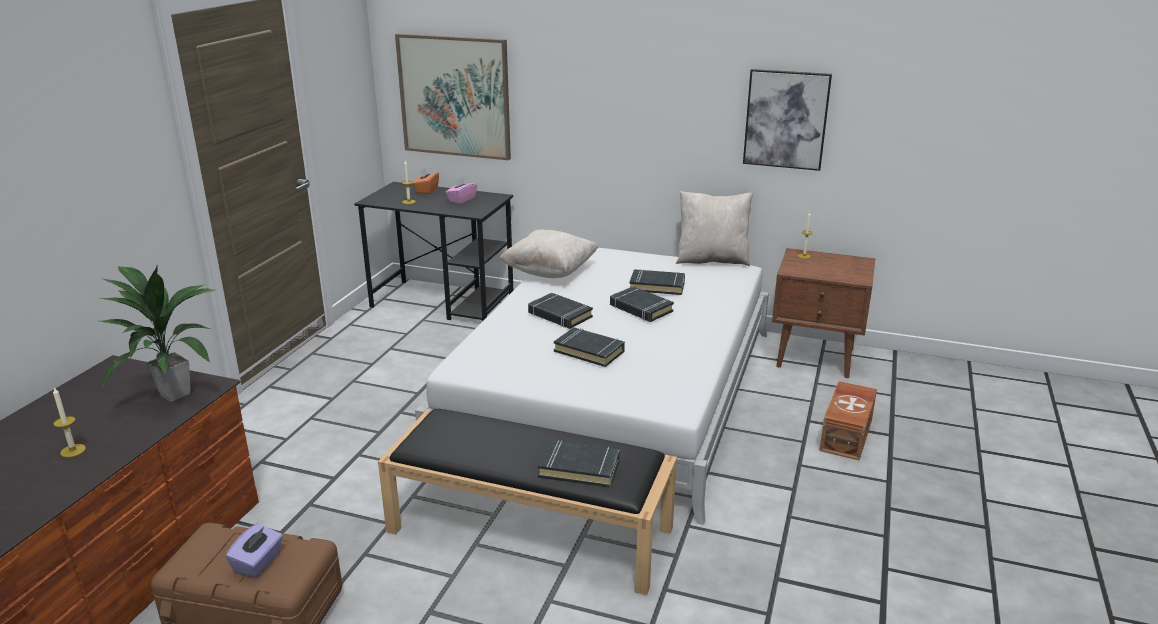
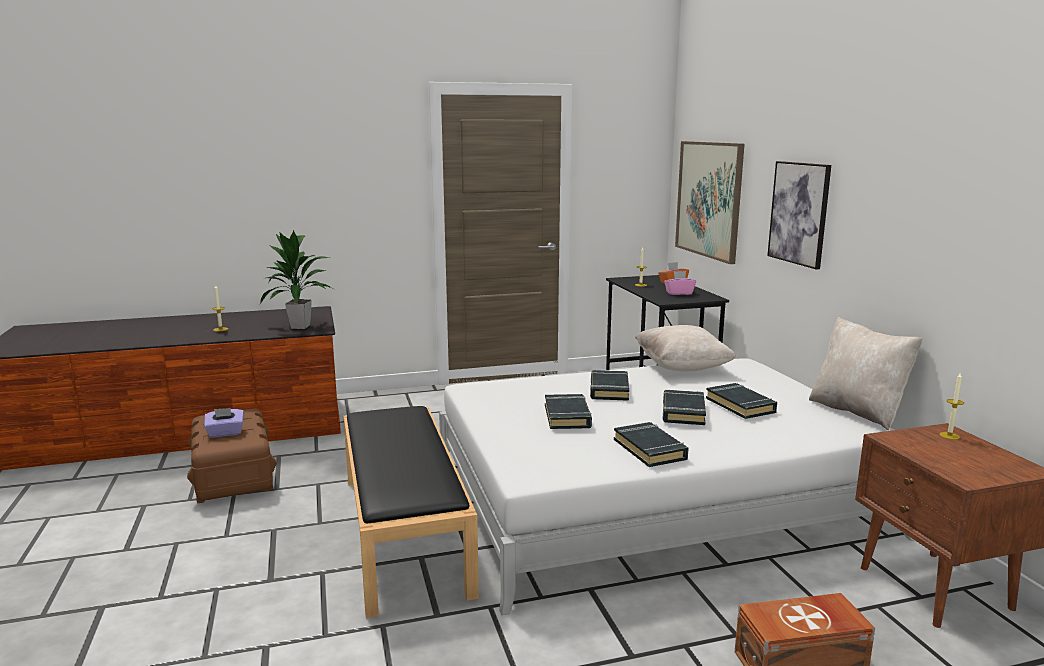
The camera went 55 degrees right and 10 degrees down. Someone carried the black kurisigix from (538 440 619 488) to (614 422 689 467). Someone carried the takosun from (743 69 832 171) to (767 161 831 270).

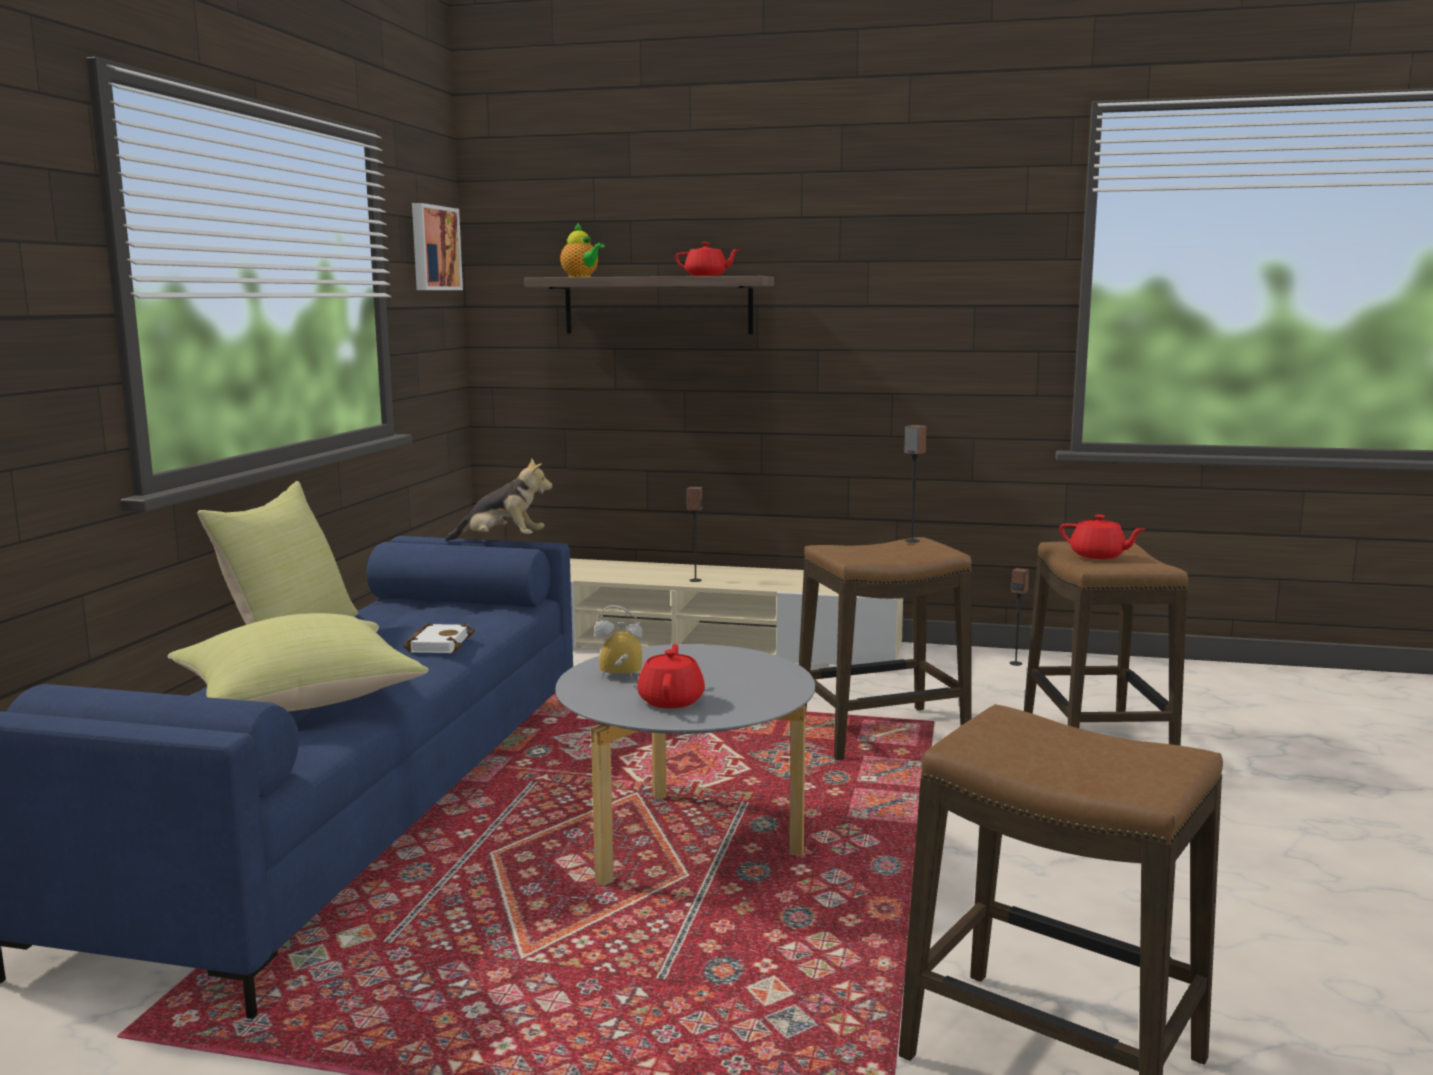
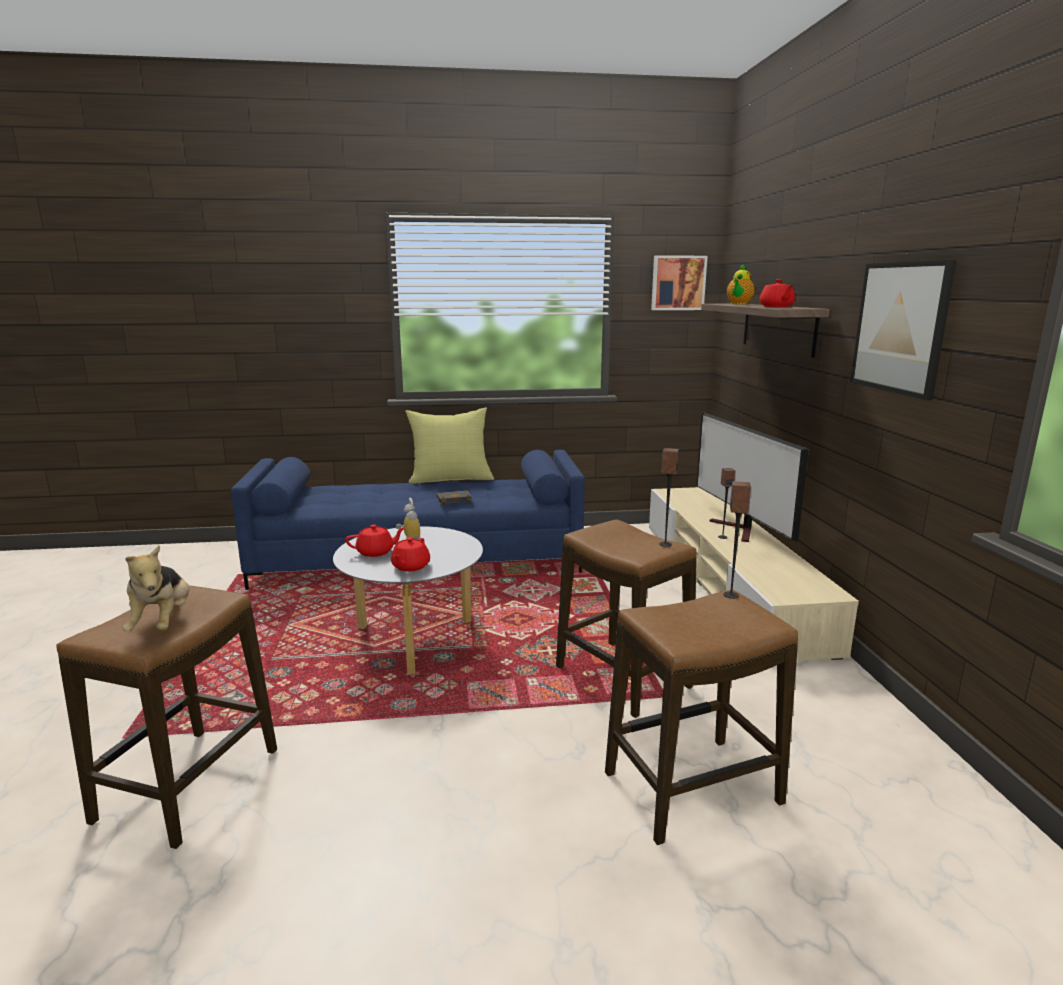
The camera went 70 degrees right and 5 degrees up. Someone took away the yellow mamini at (167 613 429 711). Someone repainted the white kurisigix at (403 623 475 653), which became the black kurisigix at (437 489 472 505). Someone carried the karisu from (445 458 553 541) to (123 545 190 631). Someone carried the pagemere from (1009 568 1029 666) to (723 481 751 599). Someone carried the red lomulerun from (1060 515 1145 559) to (391 537 430 571). Someone put down the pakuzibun at (696 413 809 542). Someone put up the takosun at (850 260 956 400).

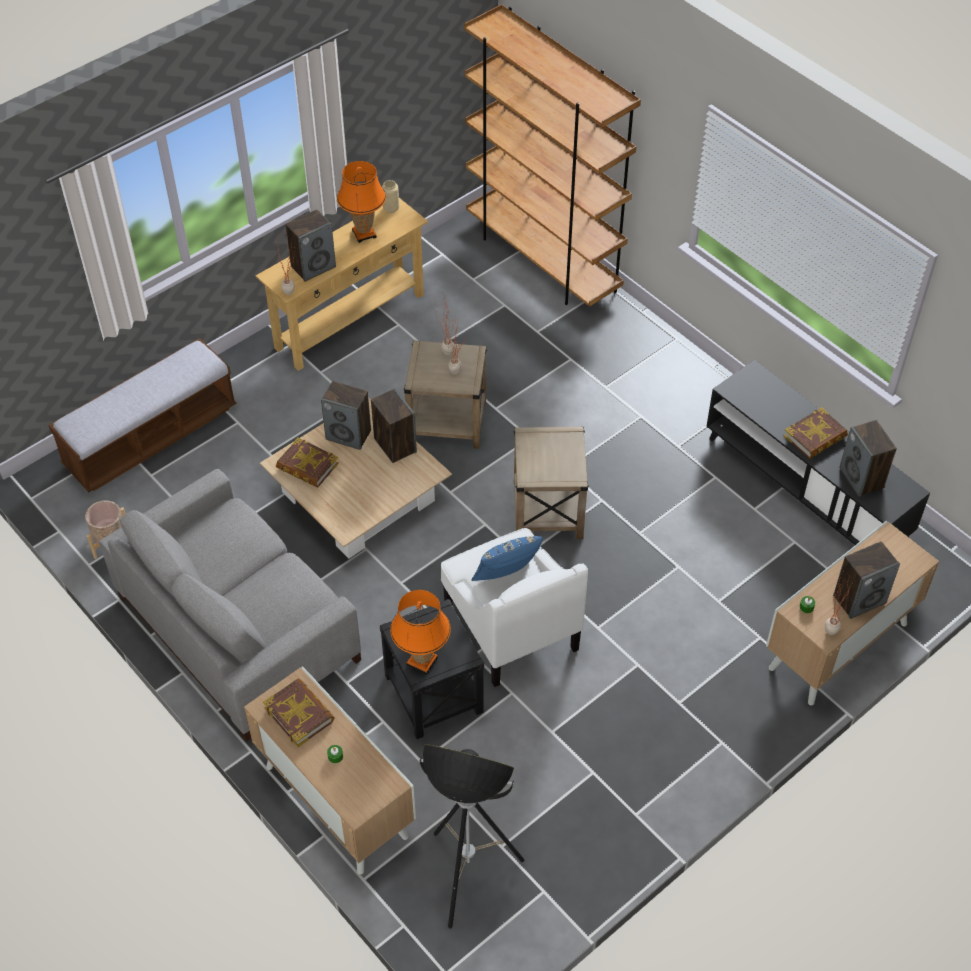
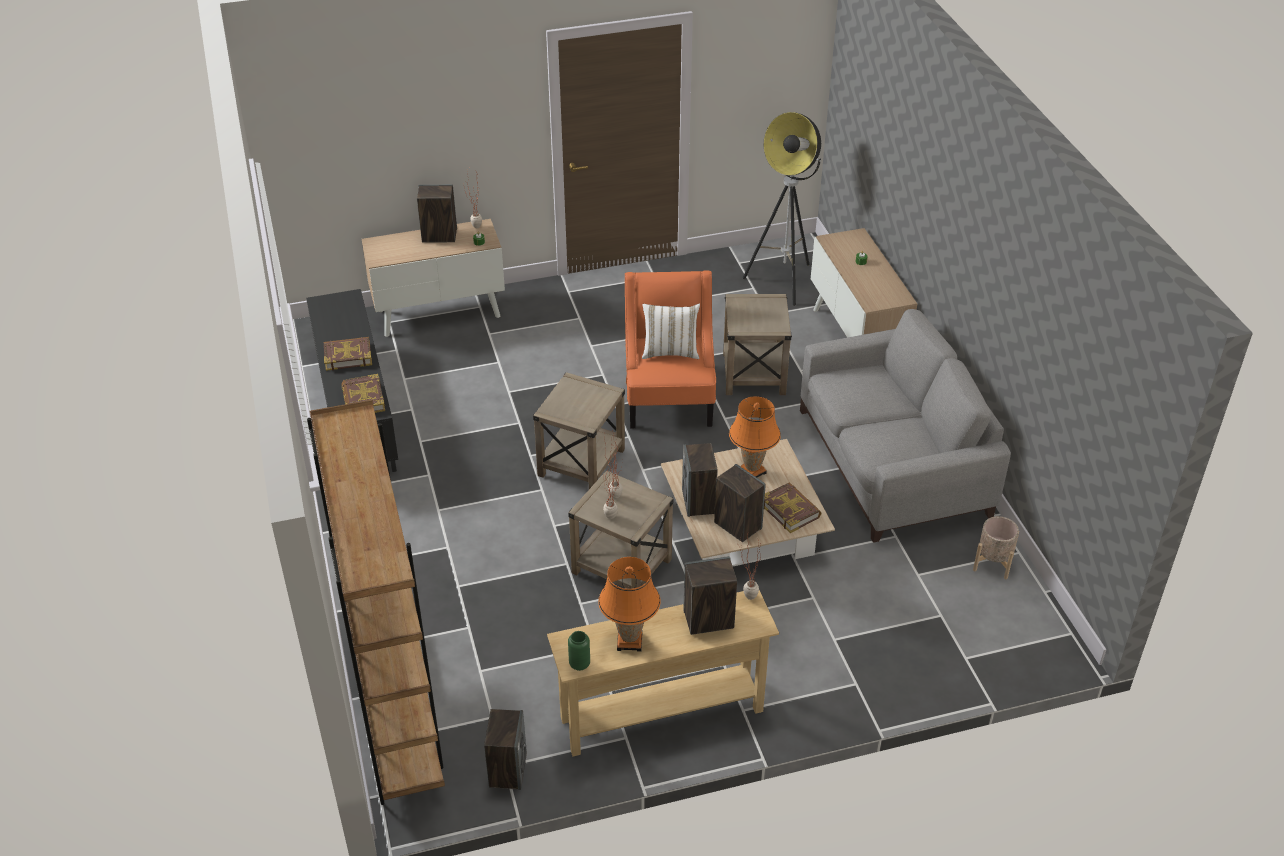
The camera went 155 degrees left and 10 degrees down. Someone took away the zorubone at (49 338 236 492). Someone carried the kurisigix from (263 679 334 747) to (341 374 385 413). Someone repainted the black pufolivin at (380 599 484 739), which became the beige pufolivin at (723 294 792 395). Someone repainted the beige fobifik at (382 180 399 213), which became the green fobifik at (568 631 590 671). Someone carried the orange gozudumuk from (390 590 451 675) to (729 396 781 477). Someone repainted the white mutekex at (441 528 588 687), which became the orange mutekex at (625 270 716 428). Someone repainted the blue mamini at (471 536 543 581), which became the white mamini at (642 304 700 359). Someone carried the pagemere from (839 420 897 497) to (484 709 527 790).

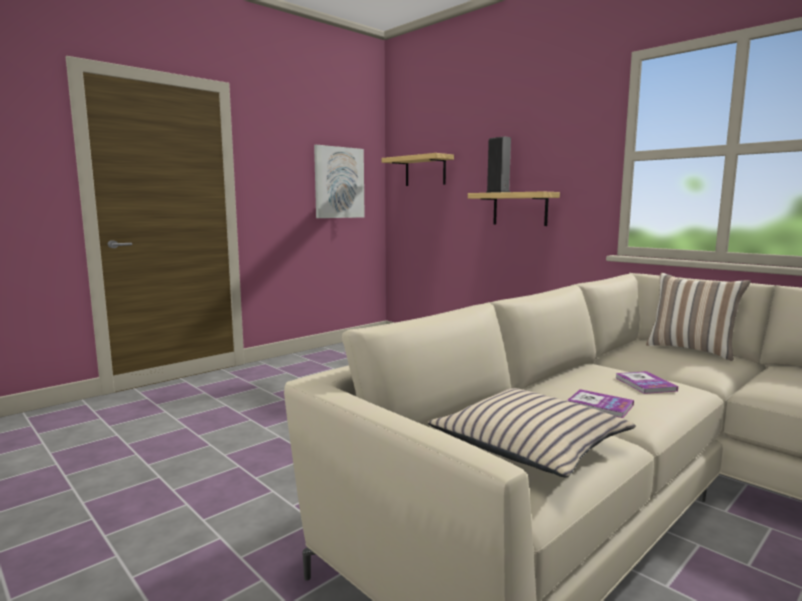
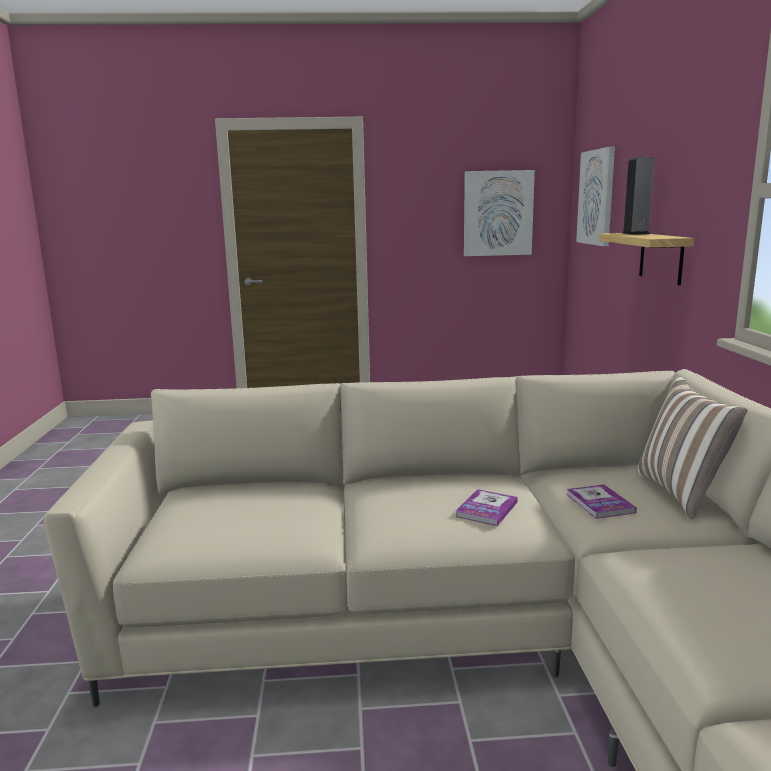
The camera went 40 degrees right and 5 degrees up. Someone swapped the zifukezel at (382 153 454 186) for the takosun at (576 147 615 246). Someone took away the beige mamini at (428 388 636 477). Someone carried the kurisigix from (567 389 634 418) to (567 484 637 519).

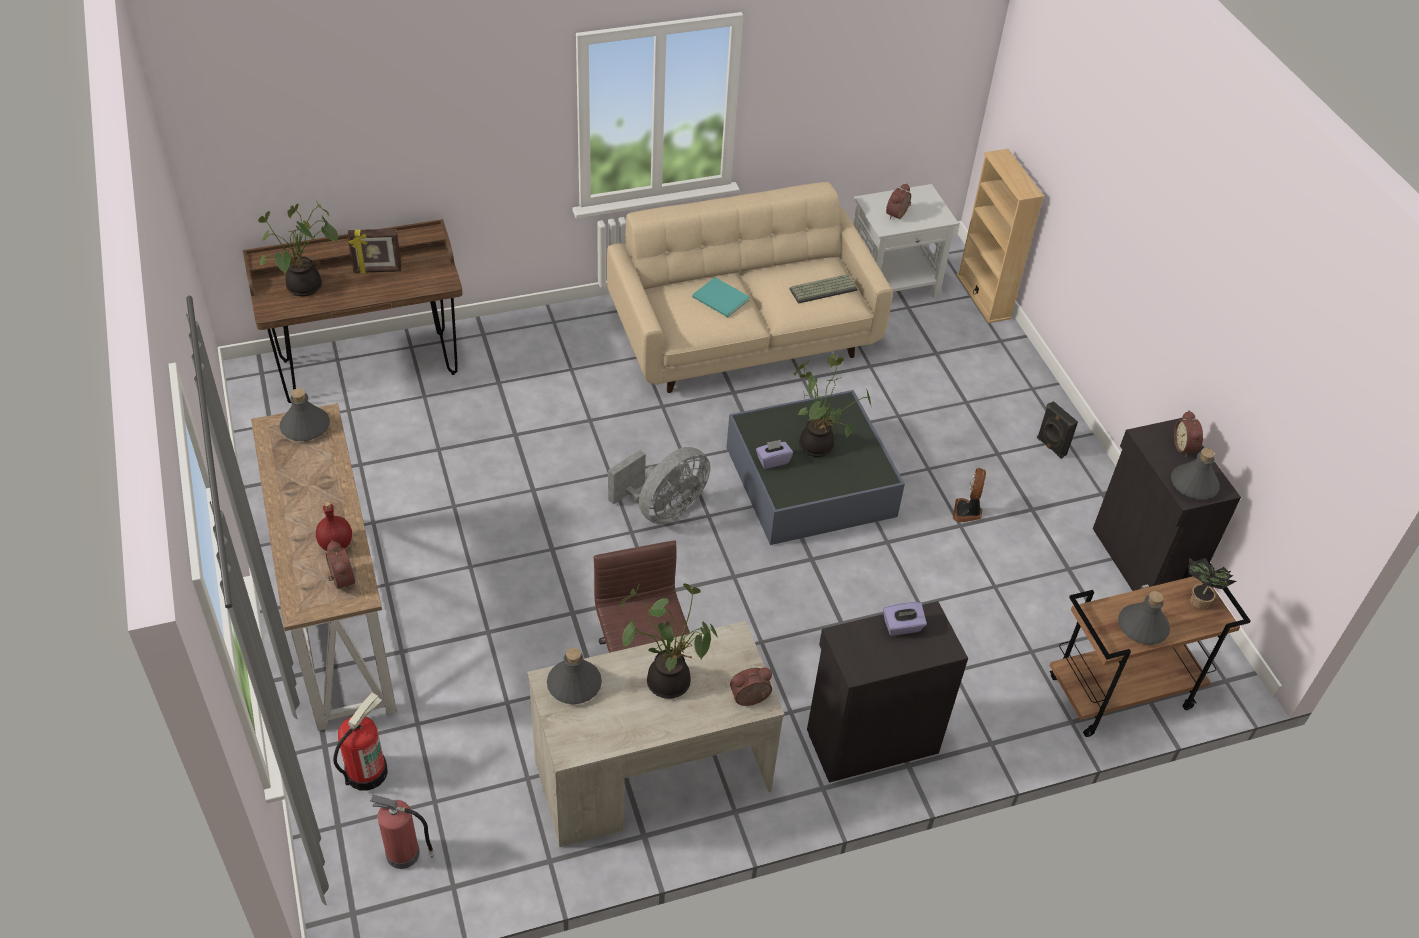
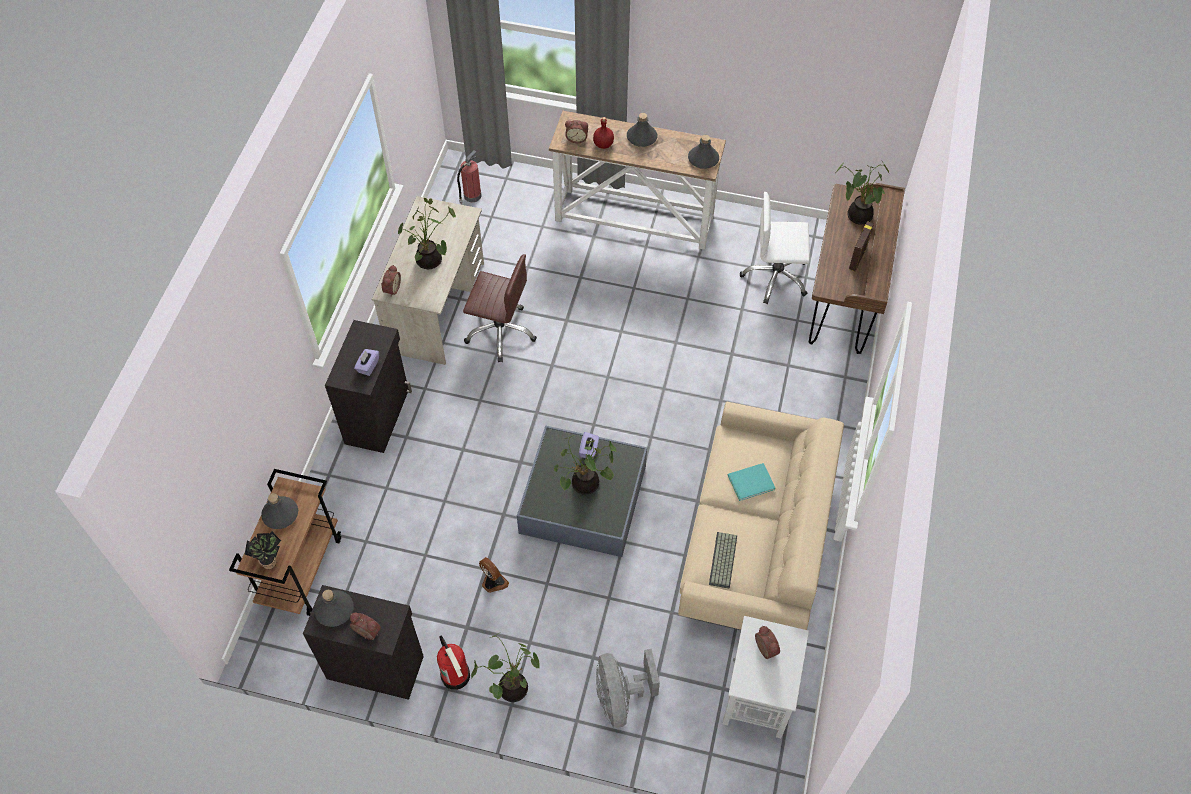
The camera went 125 degrees right and 10 degrees up. Someone carried the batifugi from (333 693 388 791) to (437 636 470 690). Someone carried the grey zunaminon from (547 647 602 704) to (627 113 658 147). Someone carried the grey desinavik from (608 447 710 525) to (596 649 660 728). Someone took away the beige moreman at (956 149 1044 323). Someone swapped the black pagemere at (1037 401 1078 459) for the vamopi at (471 633 540 702). Someone put down the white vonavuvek at (740 192 810 304).

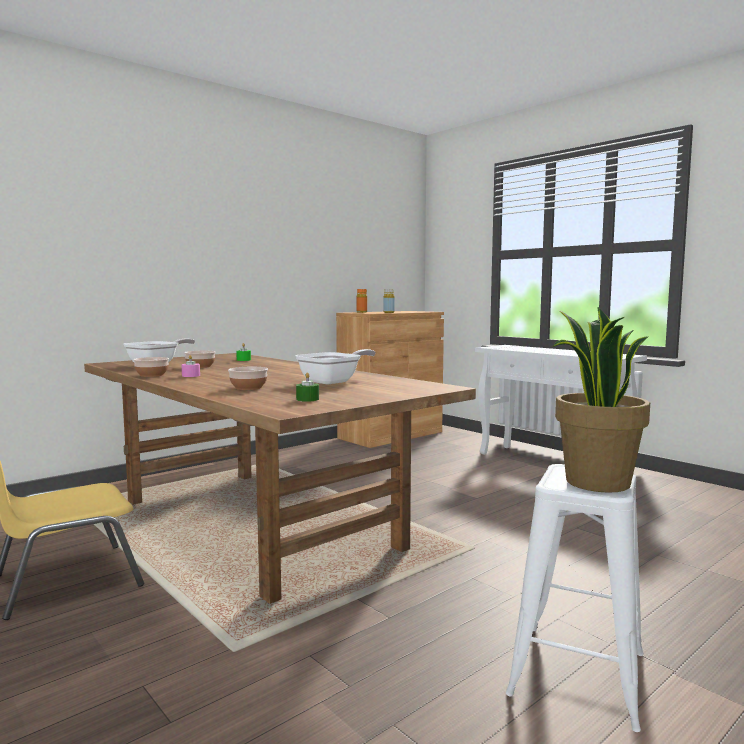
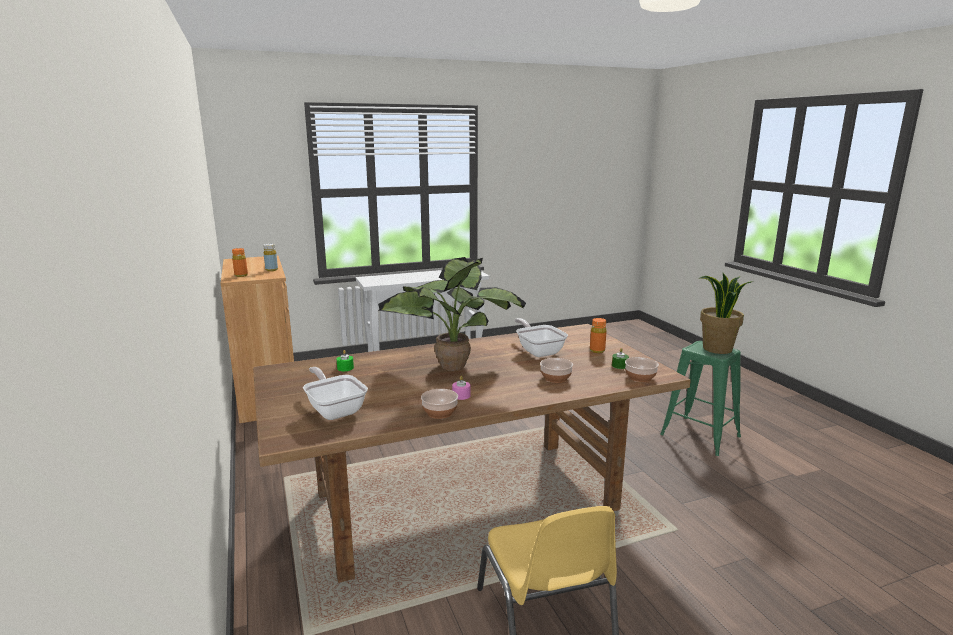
The camera went 70 degrees left and 10 degrees up. Someone carried the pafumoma from (184 351 215 368) to (625 357 659 382). Someone repainted the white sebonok at (506 464 644 732), which became the green sebonok at (660 341 741 456). Someone put down the vamopi at (377 257 526 371). Someone put down the orange zunaminon at (590 318 607 353).

